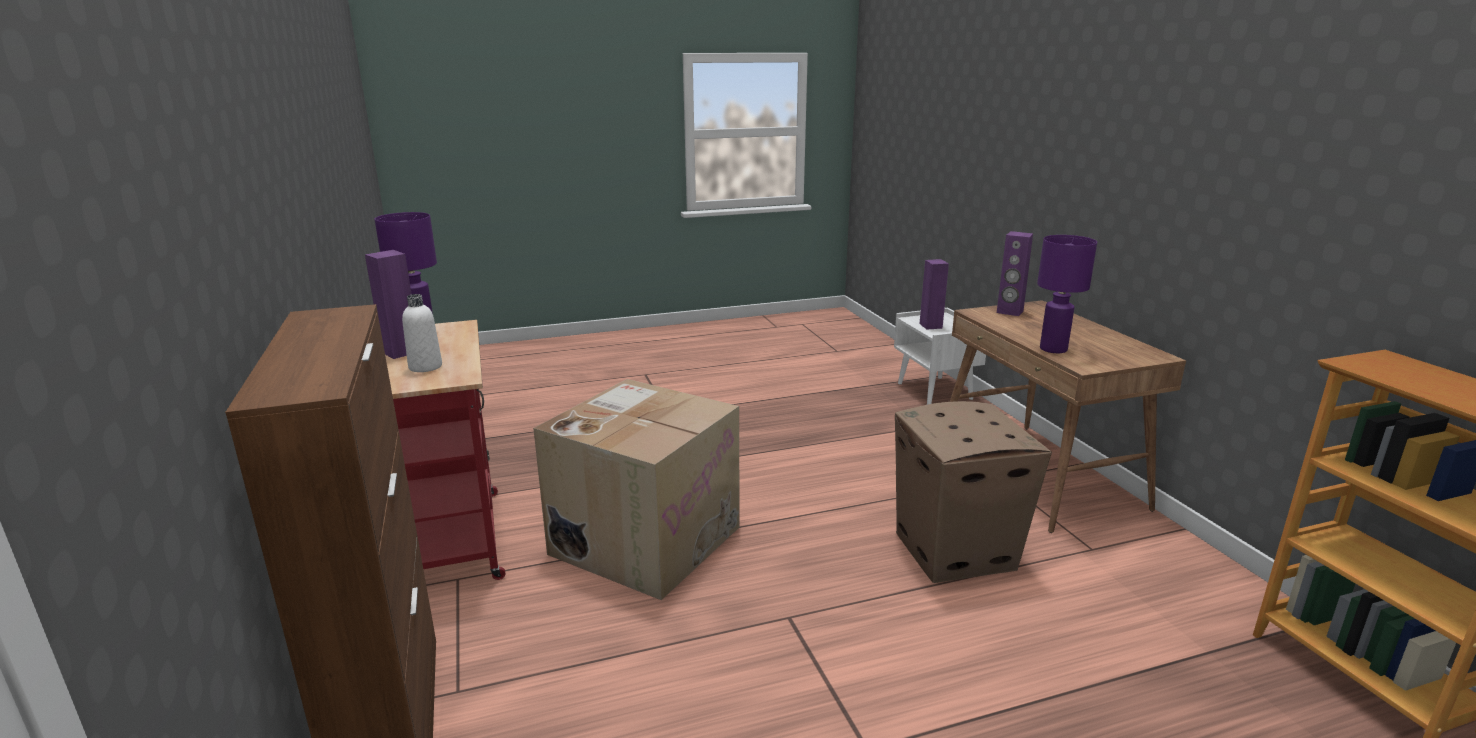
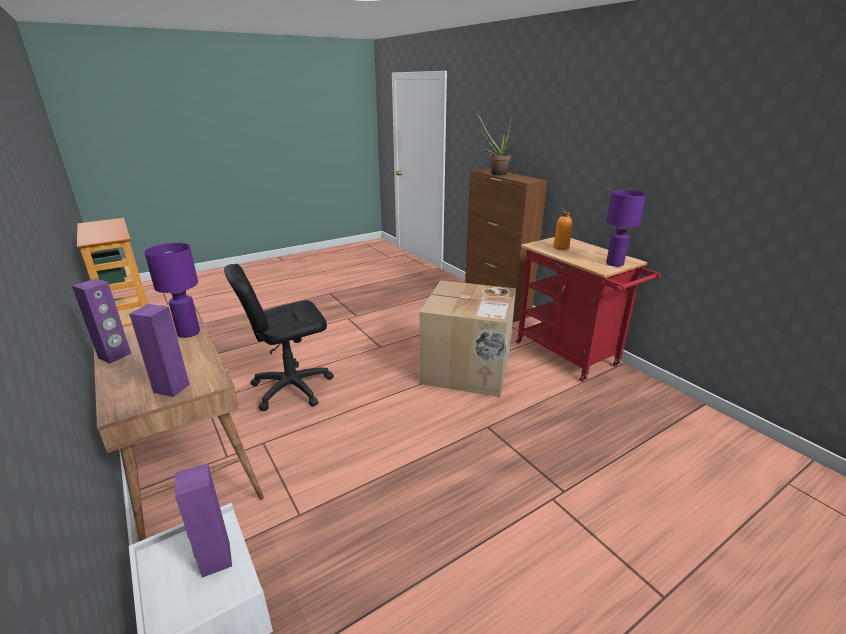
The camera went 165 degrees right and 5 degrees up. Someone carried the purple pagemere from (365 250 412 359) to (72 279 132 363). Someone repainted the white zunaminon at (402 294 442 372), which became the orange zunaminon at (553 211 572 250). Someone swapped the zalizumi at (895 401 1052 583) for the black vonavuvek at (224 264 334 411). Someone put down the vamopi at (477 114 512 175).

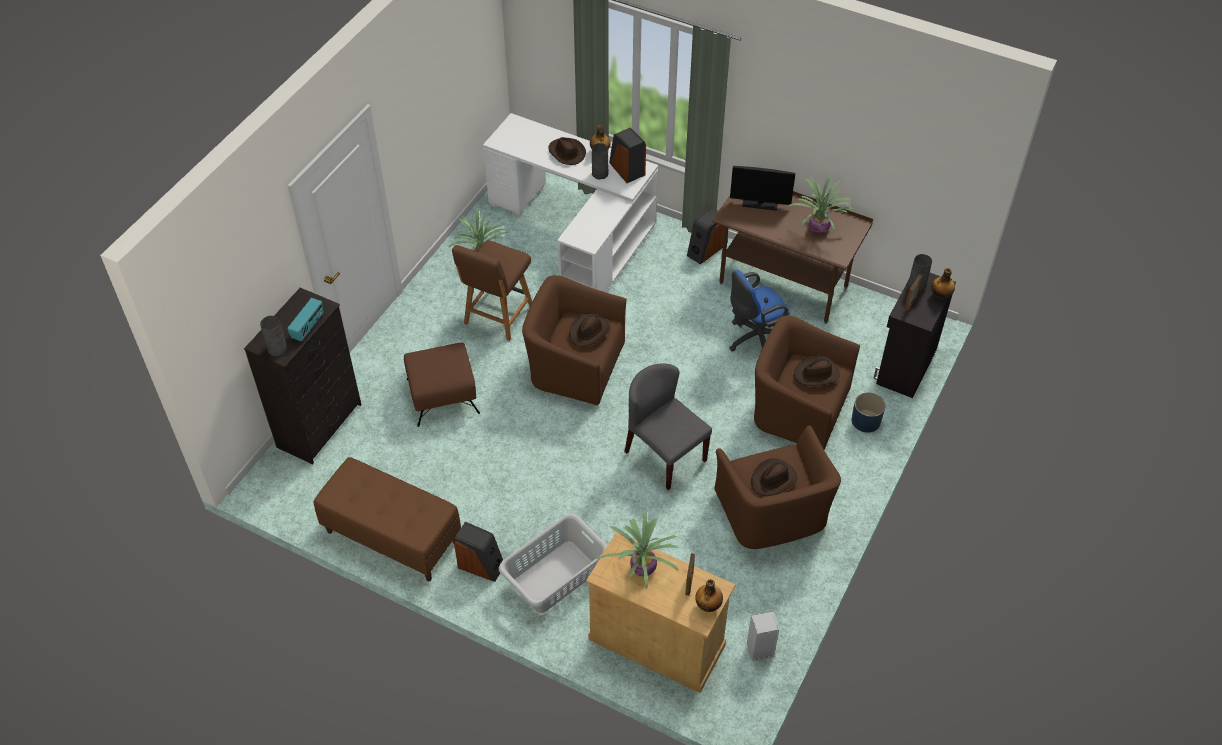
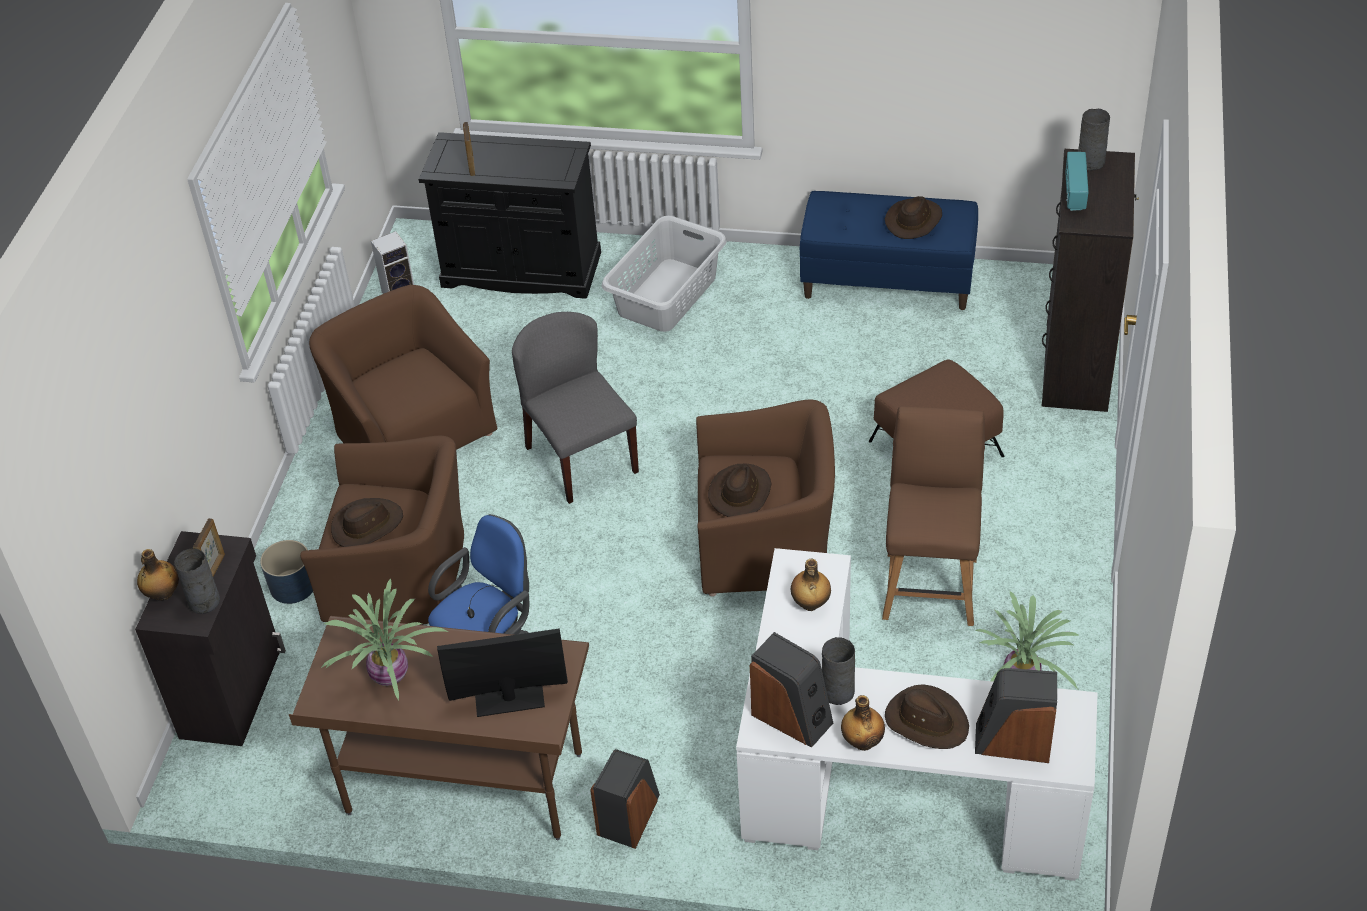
The camera went 165 degrees right and 5 degrees down. Someone repainted the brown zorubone at (314 457 461 581), which became the blue zorubone at (800 191 978 310). Someone carried the pagemere from (454 522 503 582) to (975 668 1057 763). Someone repainted the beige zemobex at (586 532 735 693), which became the black zemobex at (419 132 601 299). Someone took away the vamopi at (597 510 679 589). Someone rotated the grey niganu at (624 363 712 490) by 150 degrees counterclockwise. Someone carried the zunaminon from (695 579 723 612) to (791 559 831 611). Someone carried the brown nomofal from (751 458 798 496) to (885 196 942 239).

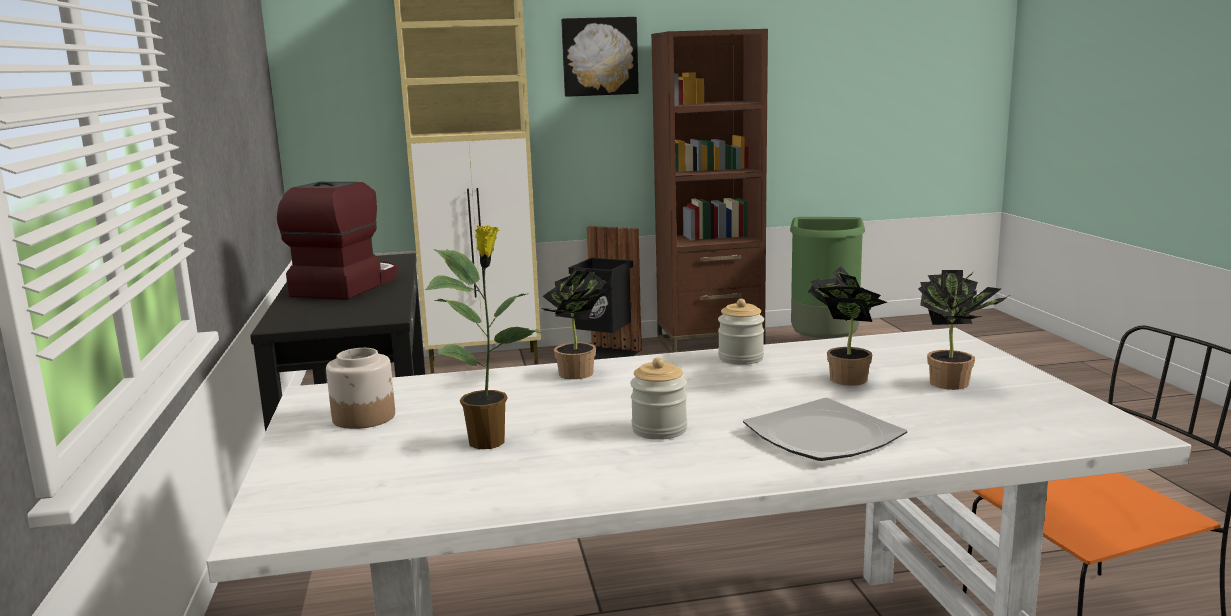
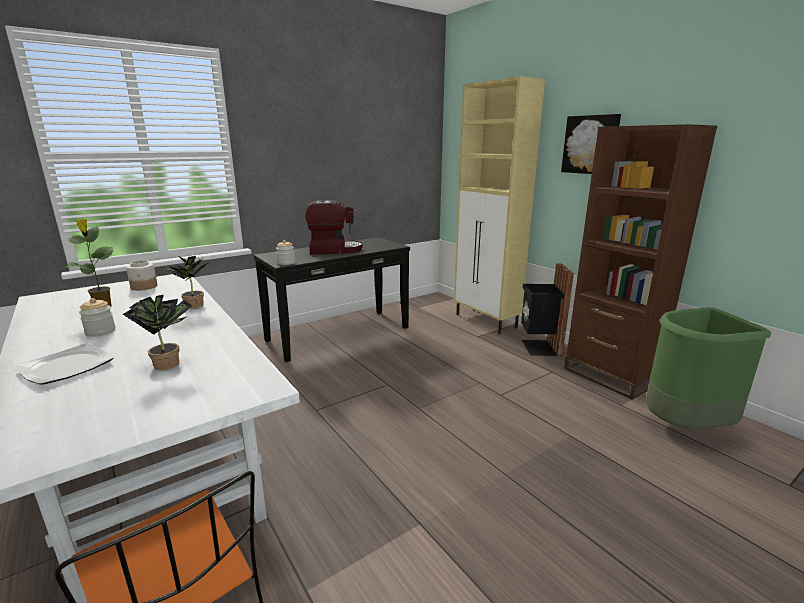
The camera went 65 degrees right and 5 degrees up. Someone carried the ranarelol from (718 299 764 365) to (276 240 295 265). Someone took away the vamopi at (918 270 1010 390).

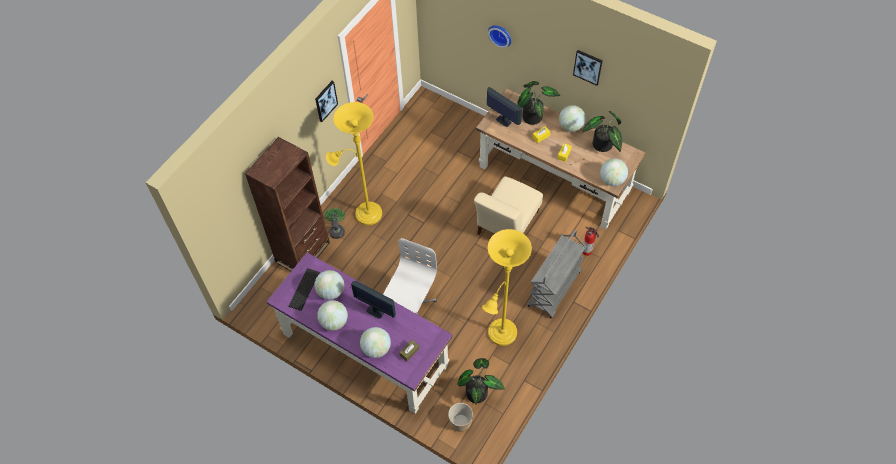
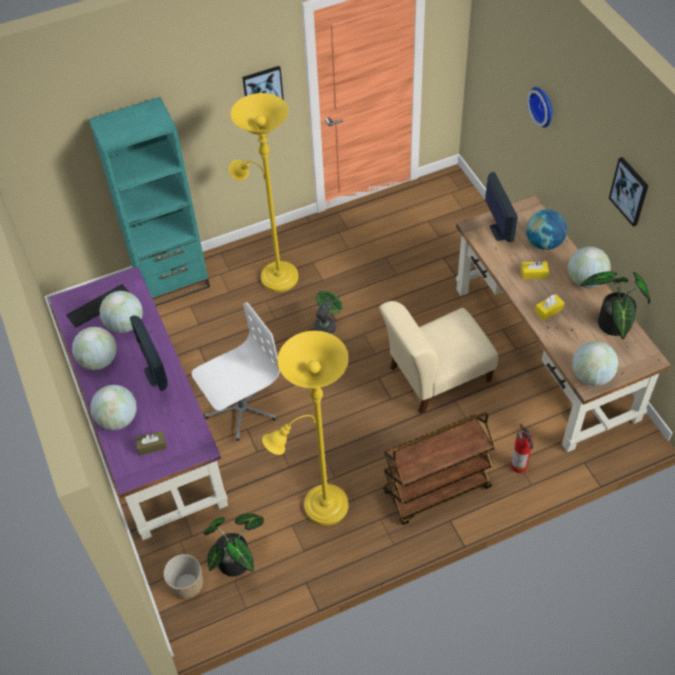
The camera went 35 degrees right and 5 degrees down. Someone repainted the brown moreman at (245 137 330 271), which became the turquoise moreman at (88 97 210 306). Someone carried the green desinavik from (324 208 345 239) to (314 290 343 334). Someone swapped the vamopi at (517 81 560 125) for the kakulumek at (526 209 567 250). Someone repainted the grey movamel at (528 230 586 319), which became the brown movamel at (383 412 495 525).

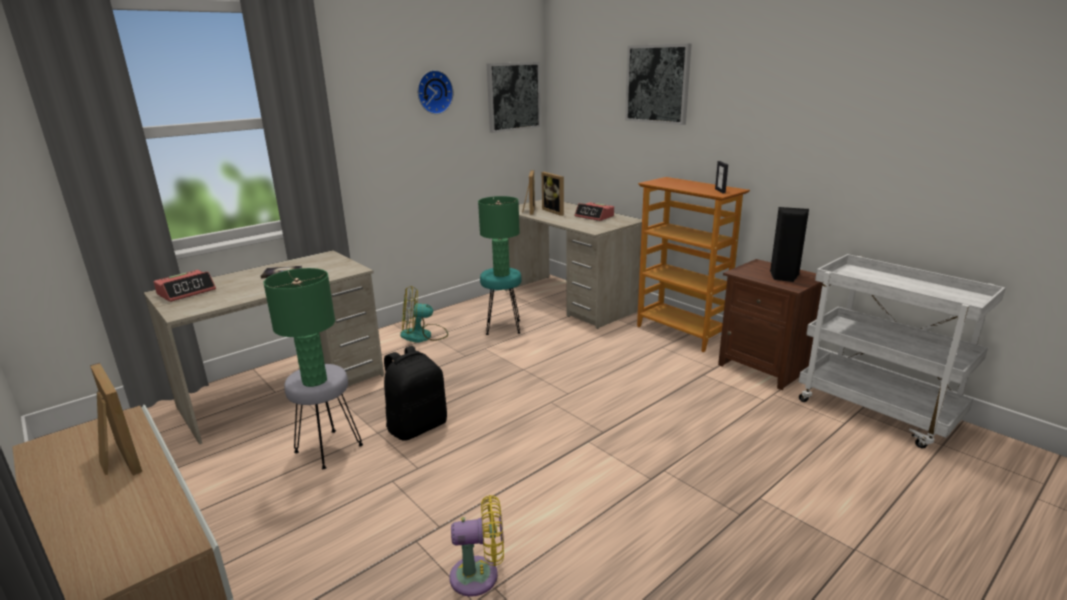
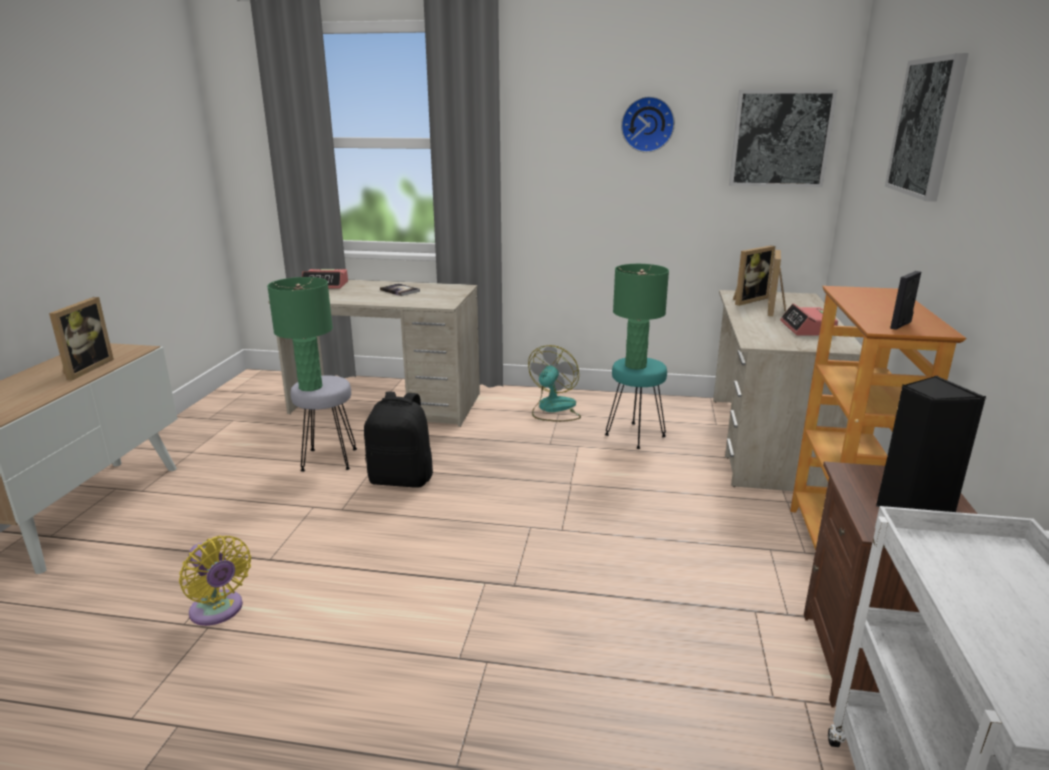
The camera went 50 degrees right and 0 degrees up. Someone rotated the desinavik at (400 286 448 343) by 75 degrees clockwise.

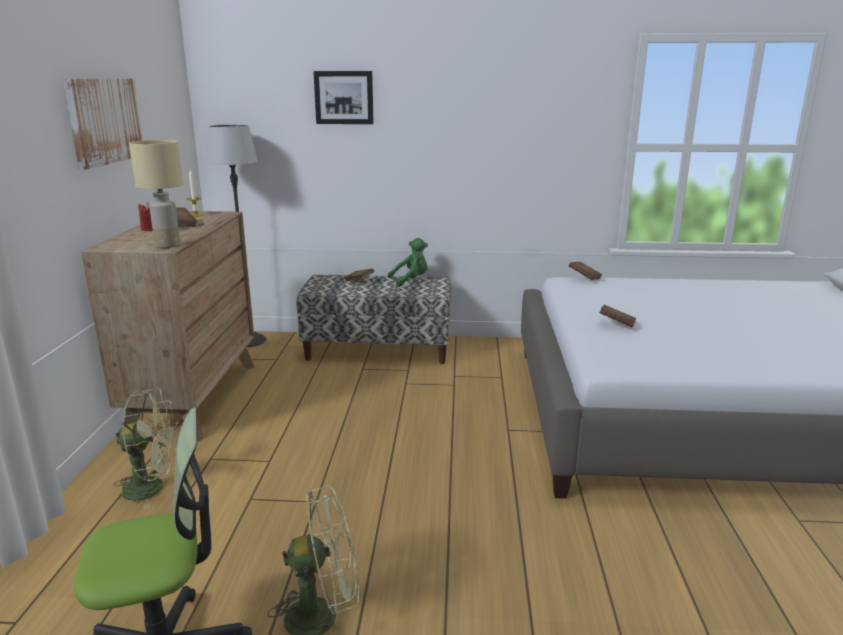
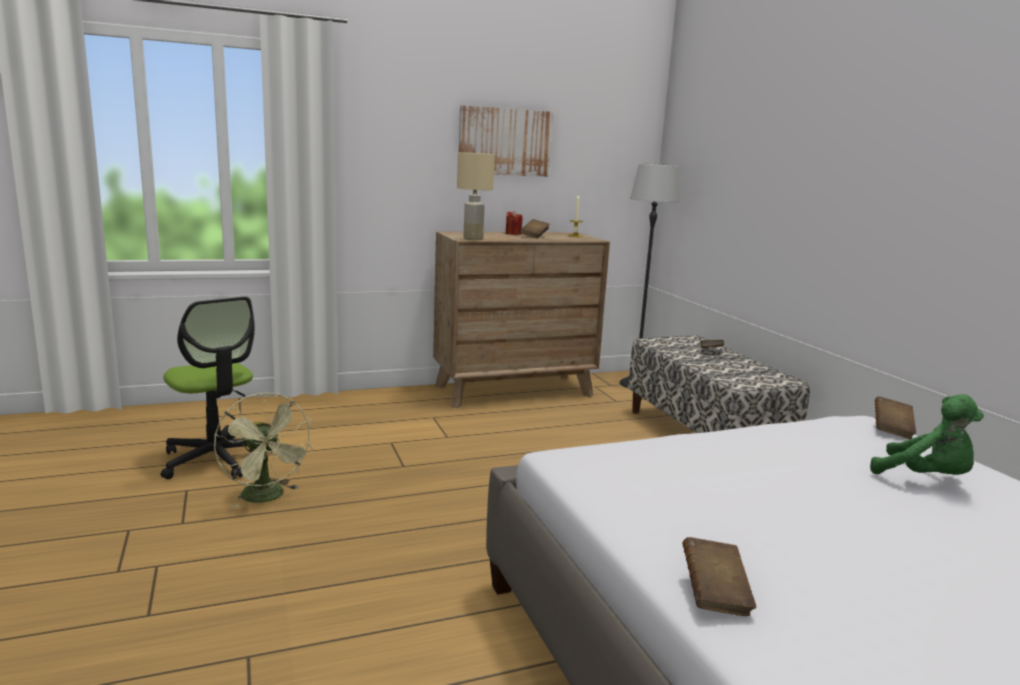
The camera went 65 degrees right and 5 degrees down. Someone took away the green desinavik at (114 389 179 510). Someone took away the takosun at (313 71 374 124). Someone carried the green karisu from (388 238 428 287) to (870 394 984 475). Someone carried the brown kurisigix from (599 305 636 328) to (682 537 756 616).

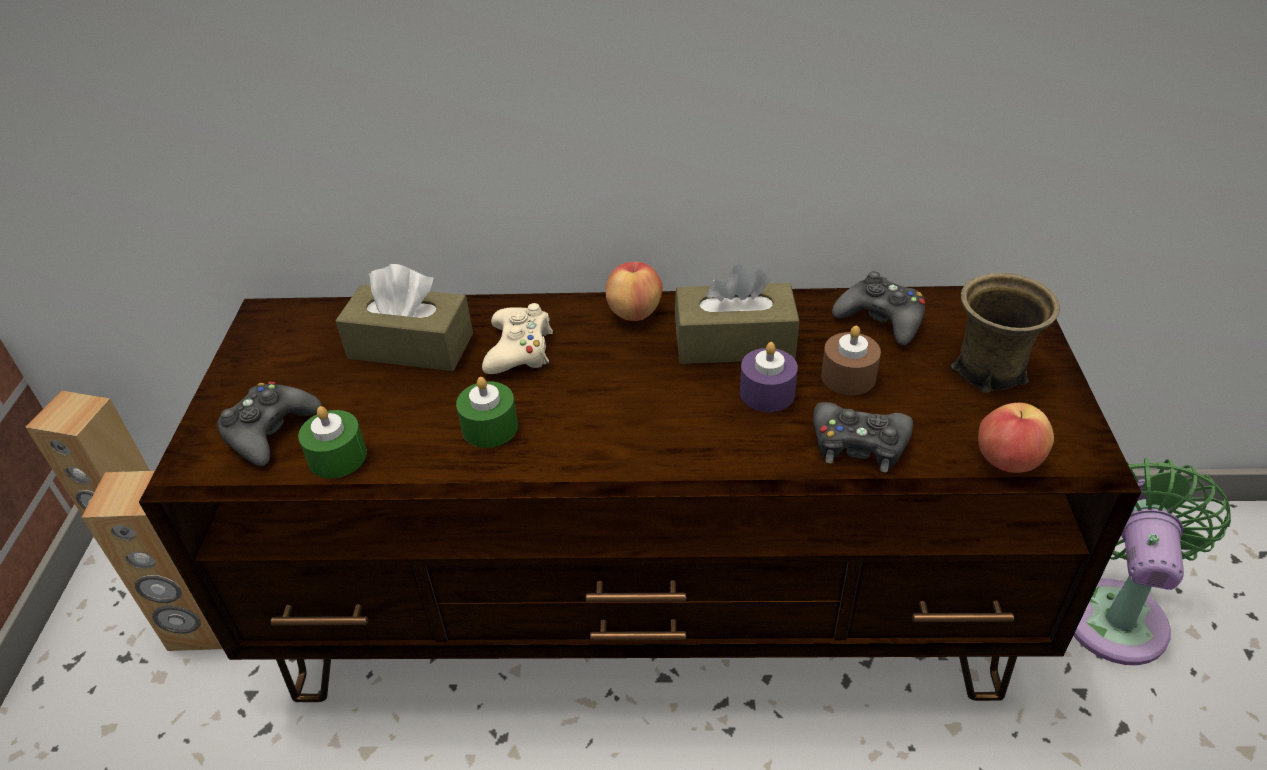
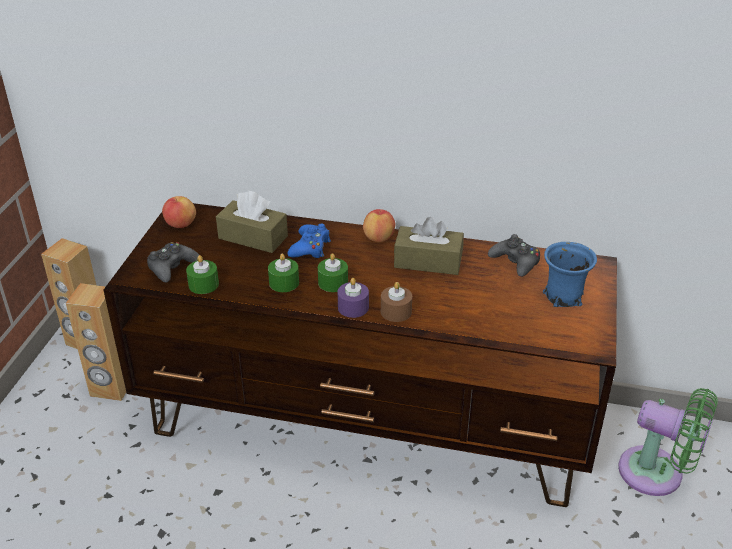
The camera went 10 degrees right and 5 degrees down. Someone repainted the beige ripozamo at (482 303 553 374), which became the blue ripozamo at (287 224 331 258). Someone carried the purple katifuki from (740 342 798 412) to (337 278 369 318). Someone took away the black ripozamo at (813 402 913 472). Someone carried the brown katifuki from (821 326 881 395) to (381 282 412 322). Someone repainted the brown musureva at (951 273 1060 393), which became the blue musureva at (543 242 597 307). Someone carried the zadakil from (978 403 1054 473) to (162 196 196 228). Someone rotated the green desinavik at (1073 458 1231 665) by 90 degrees clockwise. Someone put down the green katifuki at (318 253 348 292).

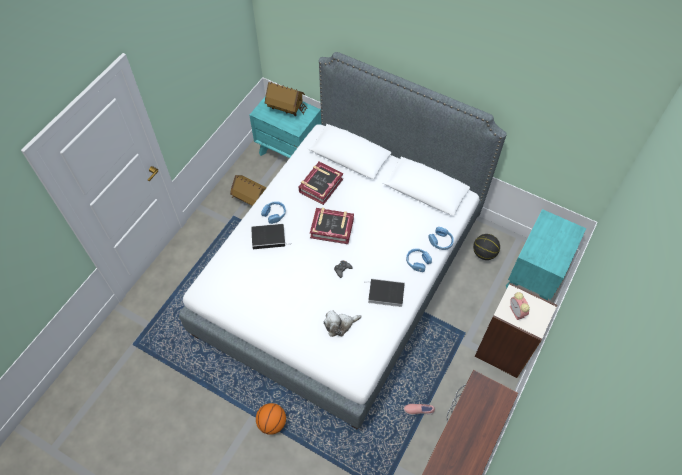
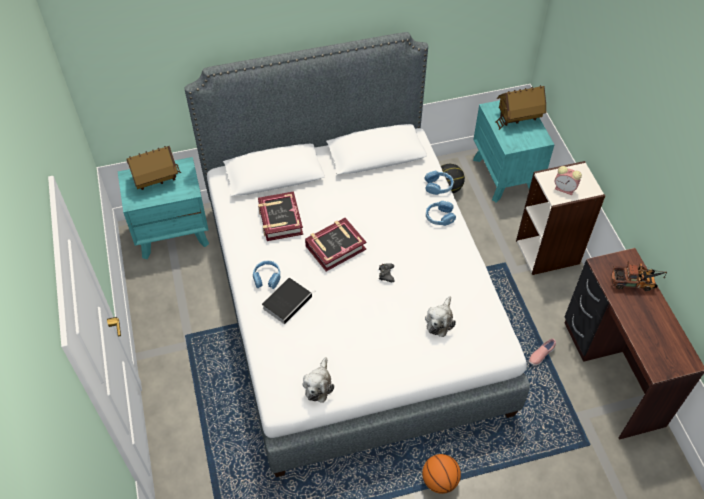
The camera went 45 degrees left and 5 degrees down. Someone carried the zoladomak from (230 175 266 206) to (495 85 546 130). Someone took away the kurisigix at (365 279 405 307). Someone put down the karisu at (303 357 334 403). Someone put down the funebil at (611 261 667 291).

